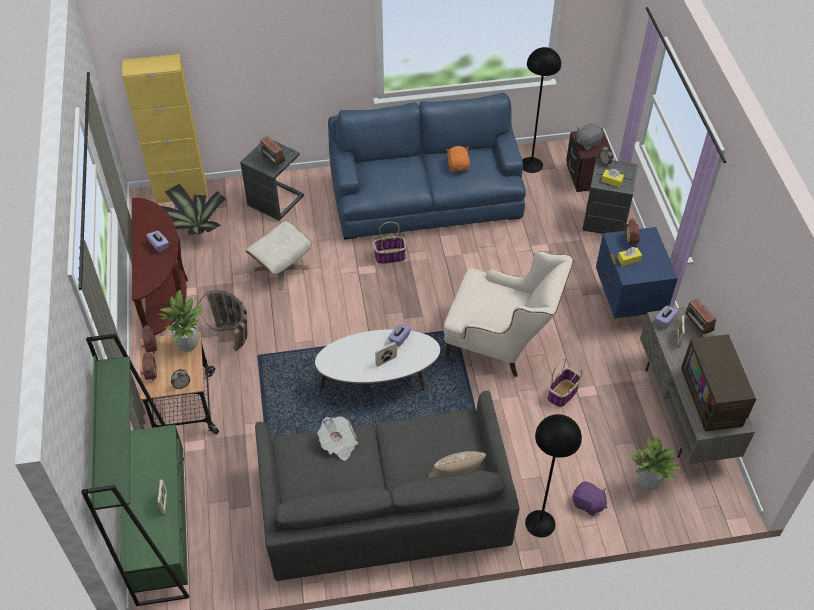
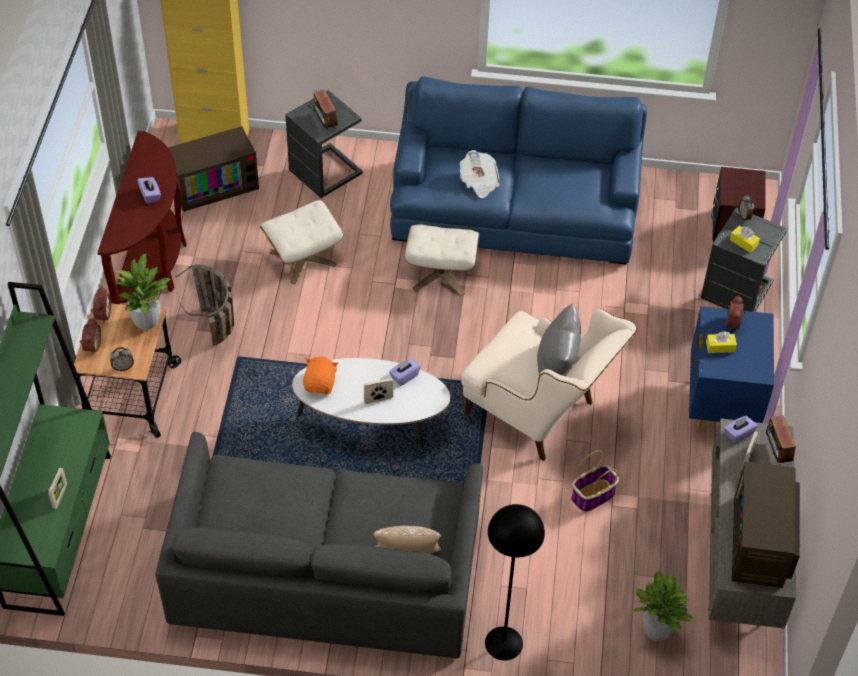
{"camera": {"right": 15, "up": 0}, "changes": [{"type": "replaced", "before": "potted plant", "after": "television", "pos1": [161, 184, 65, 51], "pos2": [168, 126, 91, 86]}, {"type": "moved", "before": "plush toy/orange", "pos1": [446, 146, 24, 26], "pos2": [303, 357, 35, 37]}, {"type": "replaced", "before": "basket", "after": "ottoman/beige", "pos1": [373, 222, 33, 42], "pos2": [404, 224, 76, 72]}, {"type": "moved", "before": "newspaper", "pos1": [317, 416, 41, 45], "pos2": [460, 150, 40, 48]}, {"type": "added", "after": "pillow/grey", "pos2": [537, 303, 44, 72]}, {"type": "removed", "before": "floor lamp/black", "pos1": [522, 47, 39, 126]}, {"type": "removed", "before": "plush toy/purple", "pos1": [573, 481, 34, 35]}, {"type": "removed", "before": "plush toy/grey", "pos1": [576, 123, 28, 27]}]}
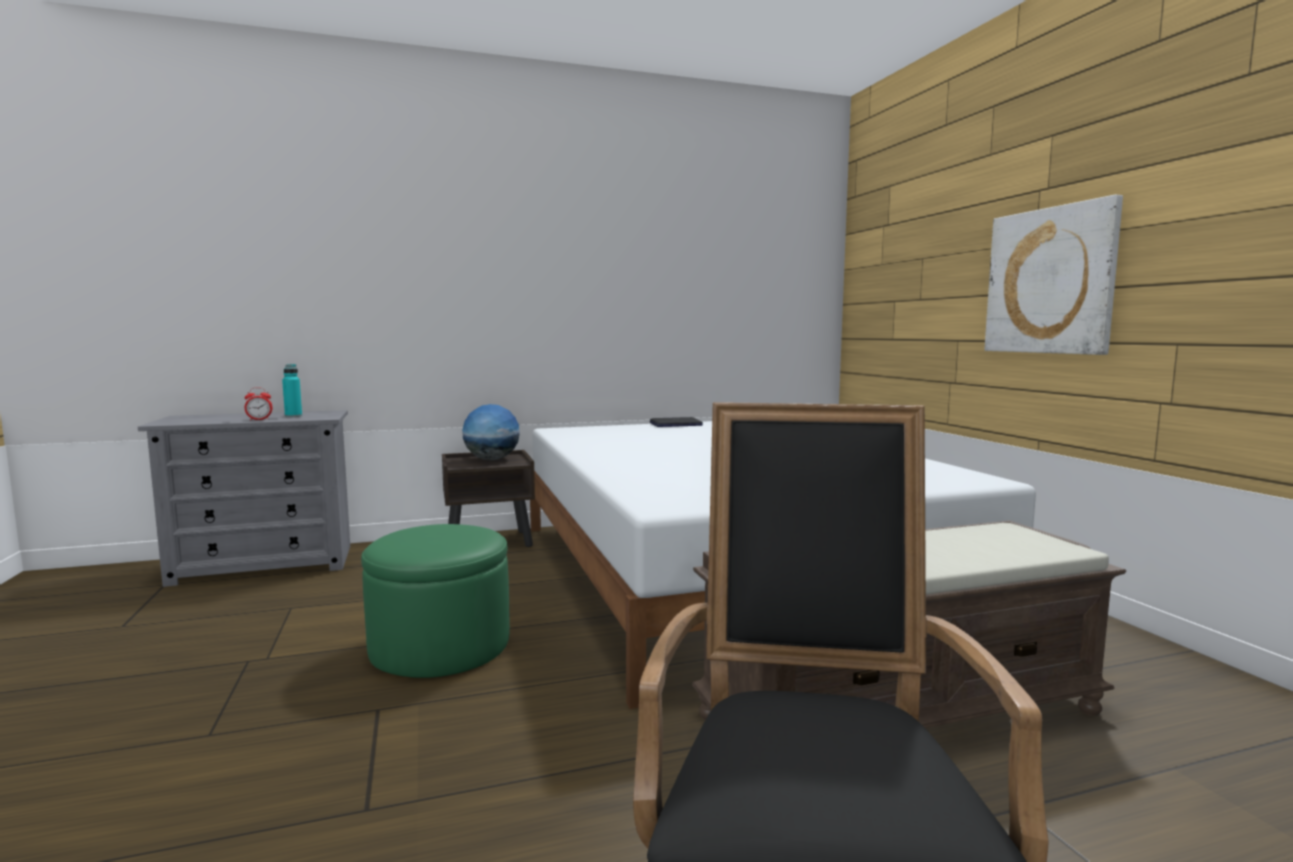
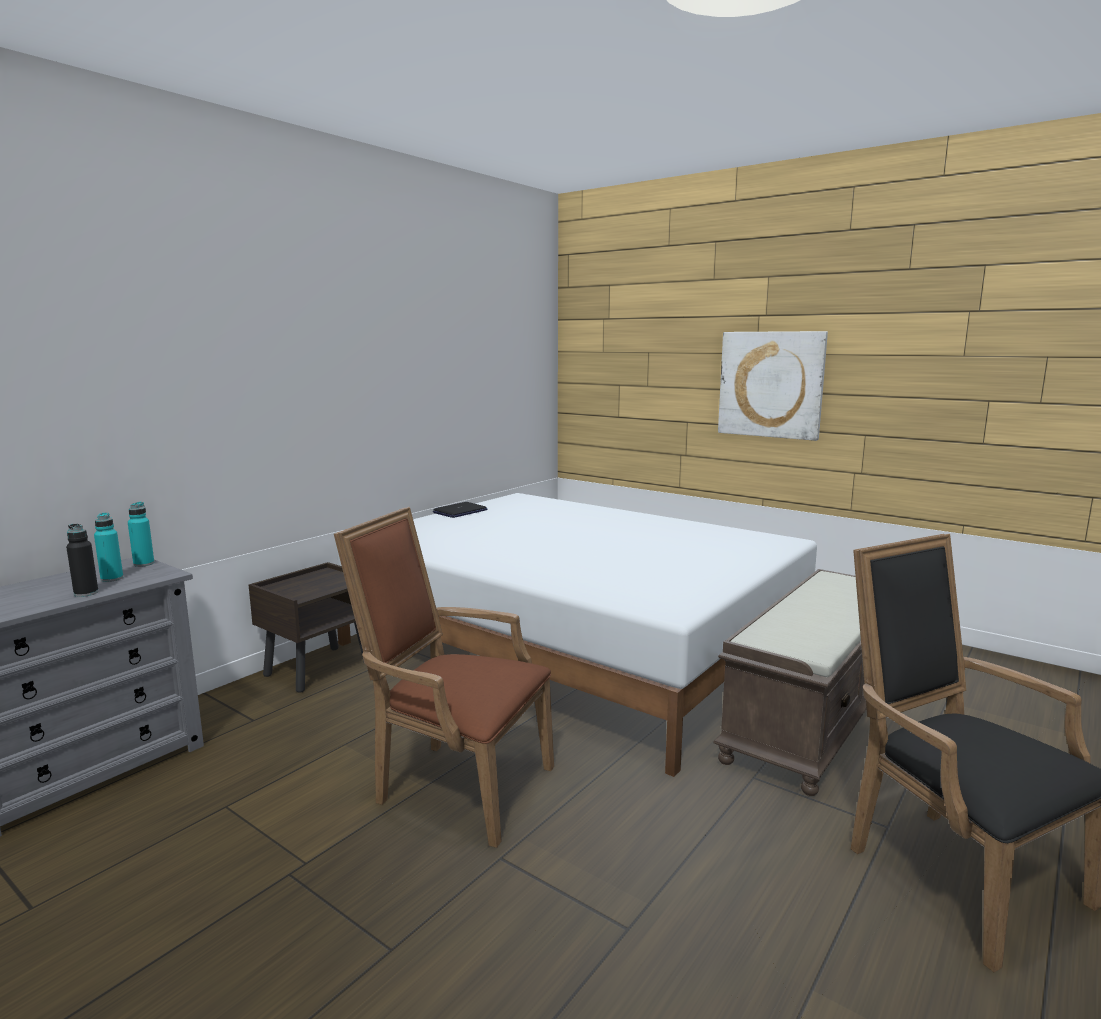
{"camera": {"right": -35, "up": 5}, "changes": [{"type": "replaced", "before": "alarm clock", "after": "bottle/black", "pos1": [245, 387, 27, 34], "pos2": [66, 524, 32, 73]}, {"type": "added", "after": "bottle/turquoise", "pos2": [128, 502, 26, 65]}, {"type": "replaced", "before": "ottoman/green", "after": "armchair/brown", "pos1": [361, 524, 149, 154], "pos2": [334, 507, 220, 341]}, {"type": "removed", "before": "globe", "pos1": [462, 404, 58, 56]}]}
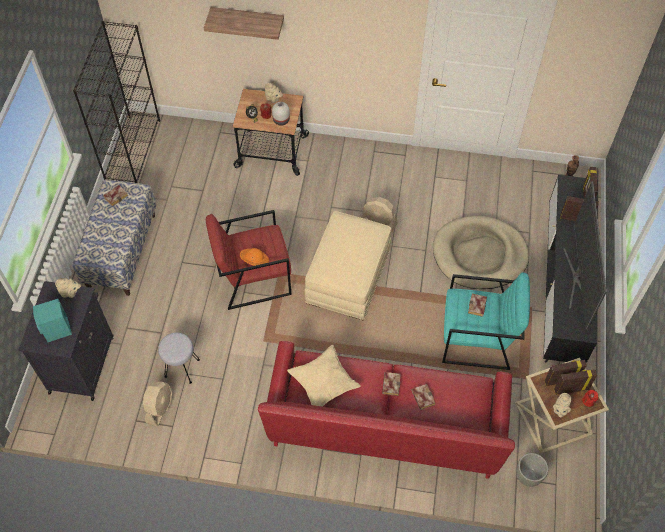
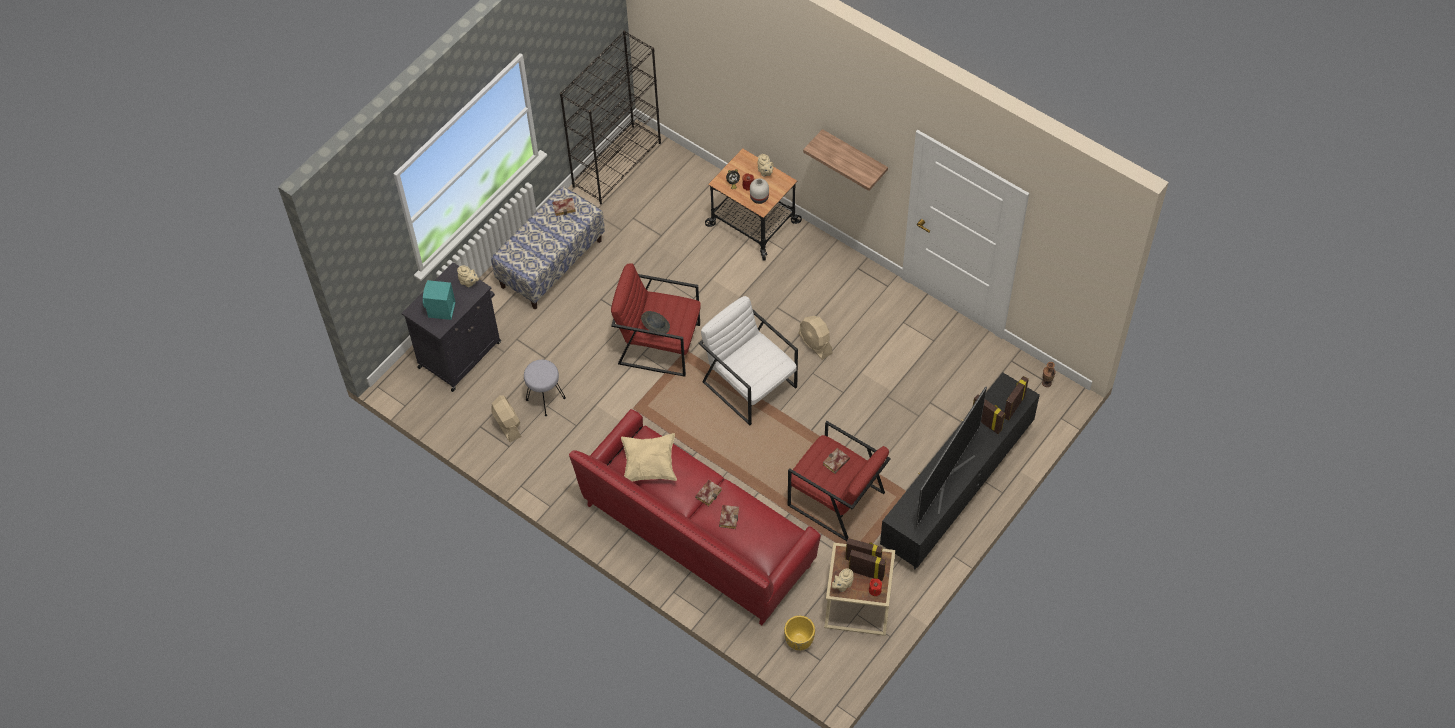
{"camera": {"right": 30, "up": 0}, "changes": [{"type": "turned", "before": "fan/beige", "pos1": [143, 382, 30, 45], "pos2": [492, 395, 29, 47], "turn": -75}, {"type": "recoloured", "before": "hat/orange", "after": "hat/grey", "pos1": [240, 248, 29, 18], "pos2": [641, 311, 29, 23]}, {"type": "replaced", "before": "ottoman/beige", "after": "armchair/white", "pos1": [304, 211, 87, 109], "pos2": [699, 296, 99, 129]}, {"type": "recoloured", "before": "planter/grey", "after": "planter/yellow", "pos1": [516, 453, 32, 34], "pos2": [784, 615, 31, 36]}, {"type": "recoloured", "before": "armchair/turquoise", "after": "armchair/red", "pos1": [442, 272, 88, 98], "pos2": [788, 421, 103, 120]}, {"type": "moved", "before": "shelf", "pos1": [204, 7, 80, 33], "pos2": [803, 129, 85, 62]}, {"type": "removed", "before": "dog bed/beige", "pos1": [433, 216, 96, 73]}]}
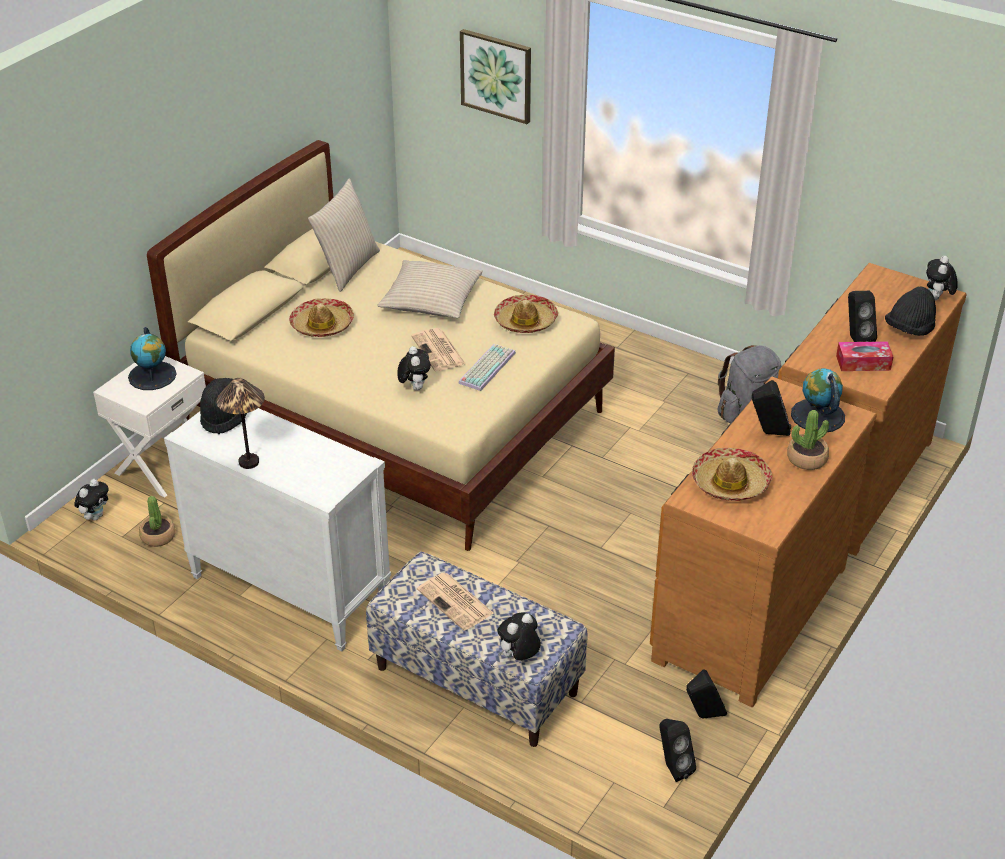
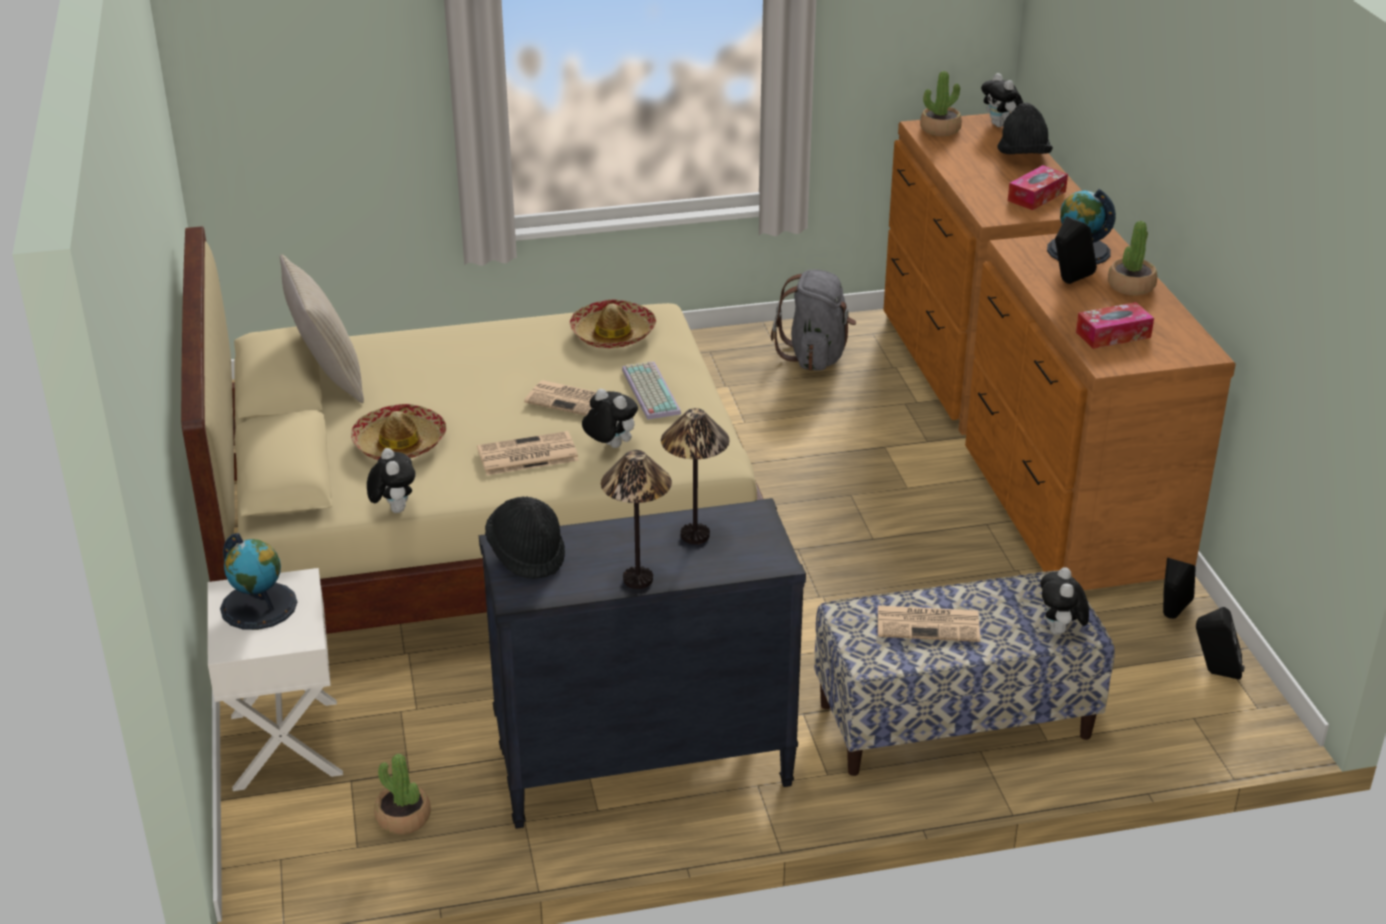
{"camera": {"right": -45, "up": -5}, "changes": [{"type": "moved", "before": "plush toy", "pos1": [74, 479, 35, 41], "pos2": [367, 448, 48, 65]}, {"type": "added", "after": "newspaper", "pos2": [477, 431, 102, 44]}, {"type": "recoloured", "before": "dresser/white", "after": "dresser/black", "pos1": [164, 408, 227, 244], "pos2": [479, 498, 327, 331]}, {"type": "added", "after": "table lamp", "pos2": [661, 408, 69, 136]}, {"type": "added", "after": "potted plant", "pos2": [920, 71, 42, 65]}, {"type": "replaced", "before": "hat", "after": "tissue box", "pos1": [692, 448, 80, 53], "pos2": [1076, 302, 78, 47]}, {"type": "removed", "before": "pillow/beige", "pos1": [377, 260, 106, 58]}, {"type": "removed", "before": "picture", "pos1": [460, 29, 71, 95]}, {"type": "removed", "before": "speaker/black", "pos1": [848, 291, 29, 51]}]}
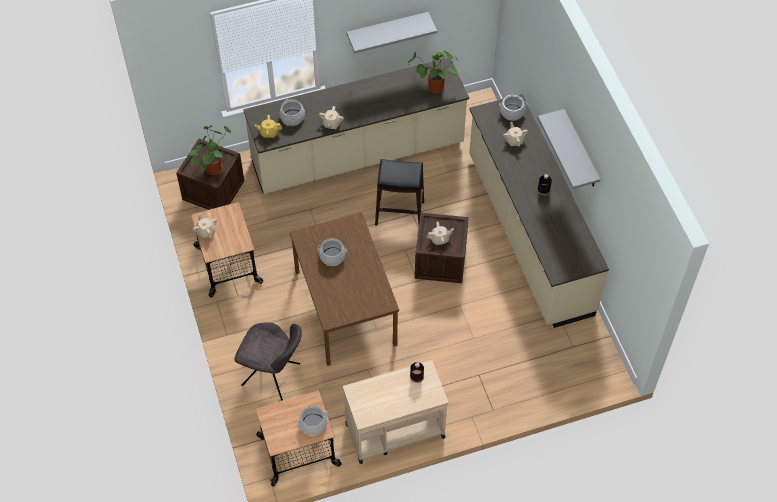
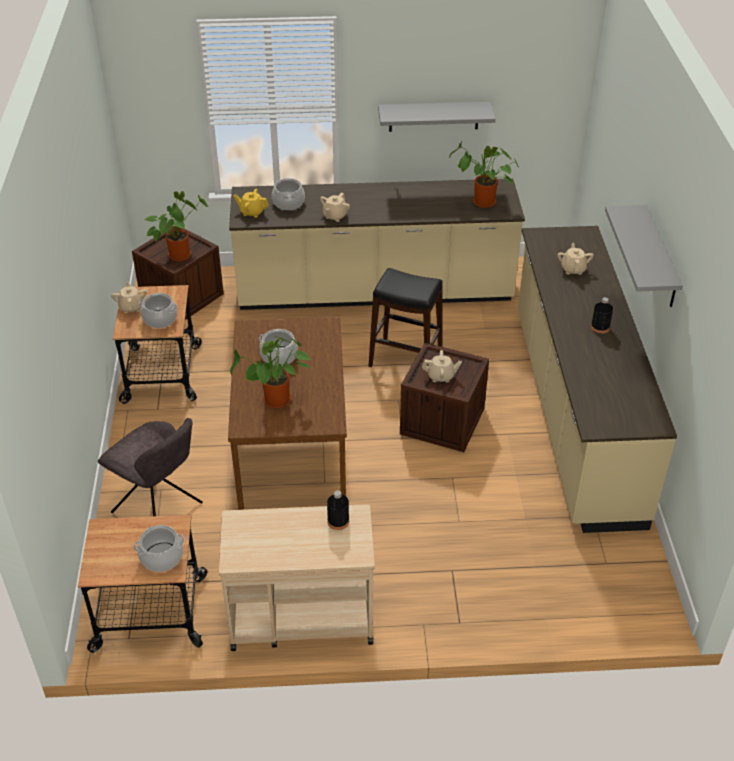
{"camera": {"right": 15, "up": -15}, "changes": [{"type": "moved", "before": "cooking pot", "pos1": [499, 95, 28, 26], "pos2": [139, 293, 39, 35]}, {"type": "added", "after": "potted plant", "pos2": [230, 336, 82, 72]}]}
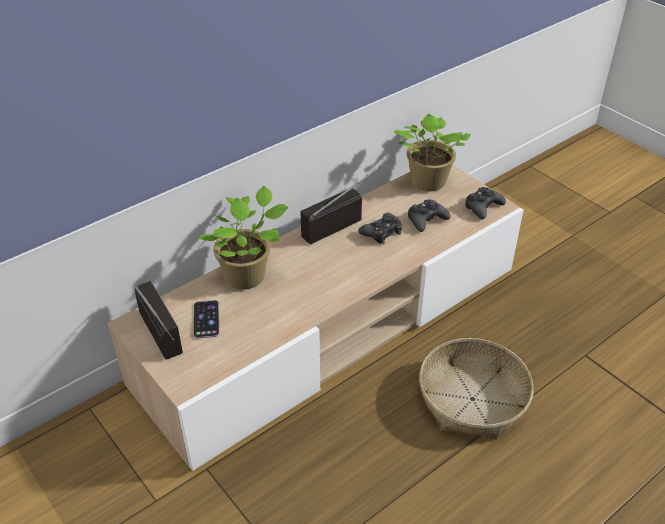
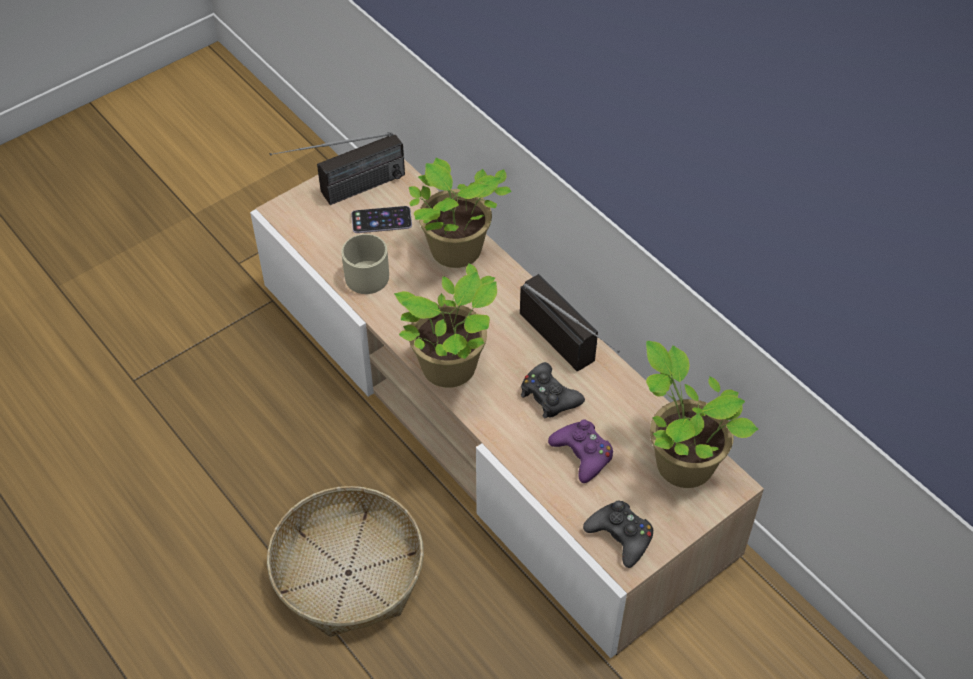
{"camera": {"right": 90, "up": 10}, "changes": [{"type": "added", "after": "mug/beige", "pos2": [341, 234, 48, 60]}, {"type": "added", "after": "potted plant", "pos2": [394, 263, 103, 125]}, {"type": "recoloured", "before": "game controller/black", "after": "game controller/purple", "pos1": [408, 199, 43, 33], "pos2": [548, 419, 65, 64]}]}
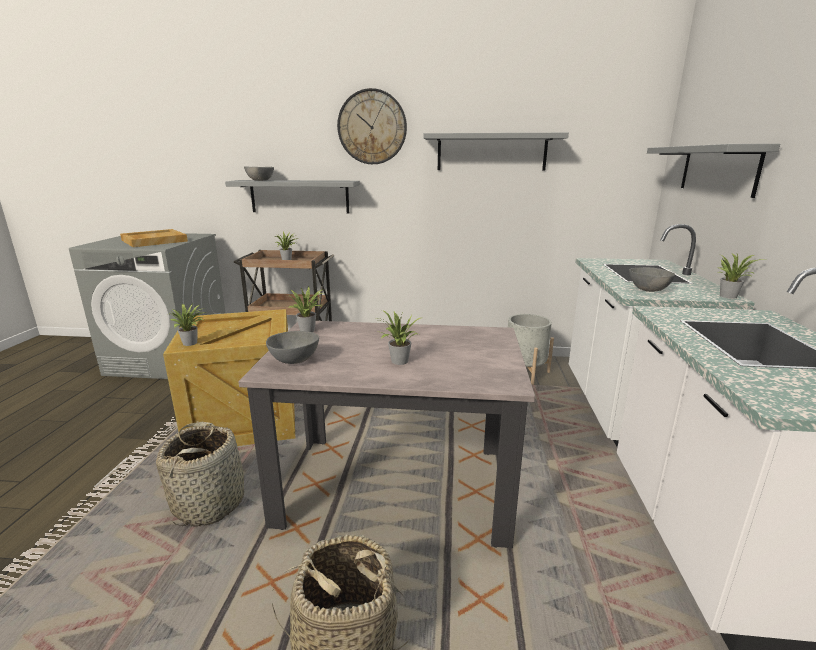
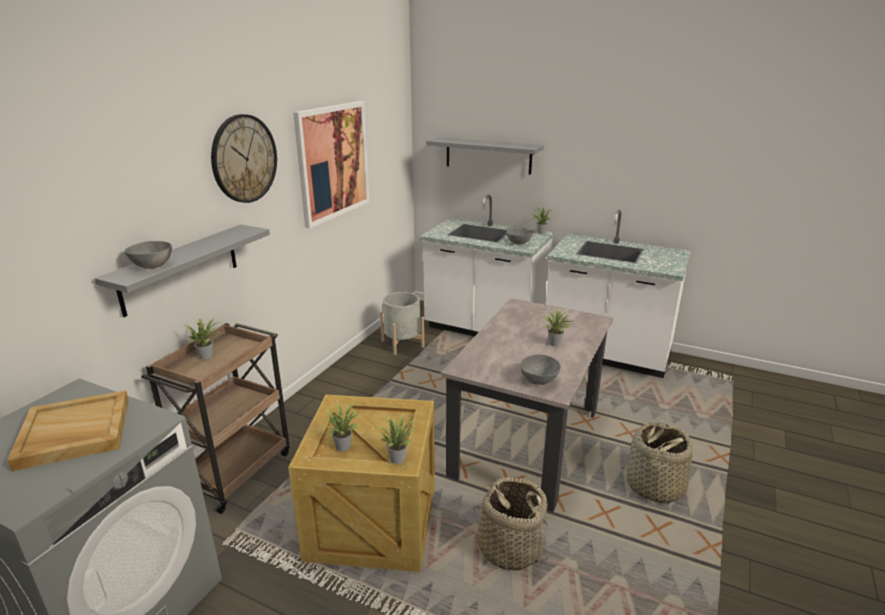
{"camera": {"right": -70, "up": 5}, "changes": [{"type": "replaced", "before": "shelf/grey", "after": "picture", "pos1": [423, 133, 146, 38], "pos2": [293, 101, 76, 127]}, {"type": "moved", "before": "potted plant", "pos1": [288, 286, 34, 46], "pos2": [324, 402, 39, 49]}]}
